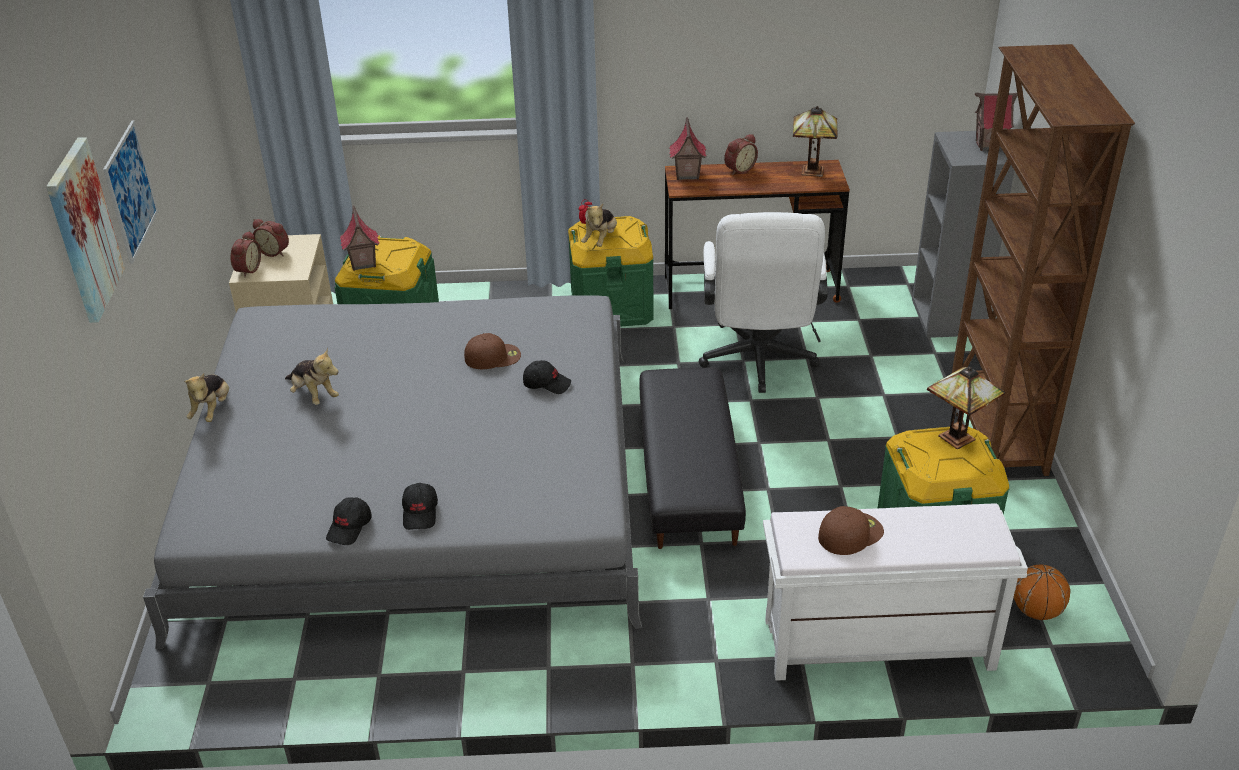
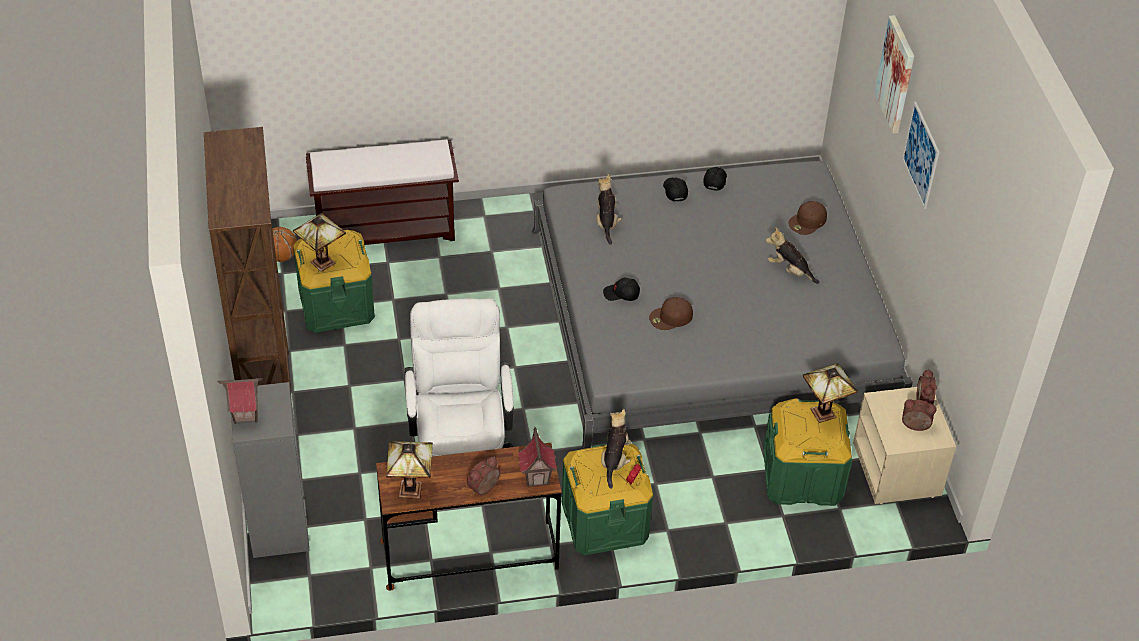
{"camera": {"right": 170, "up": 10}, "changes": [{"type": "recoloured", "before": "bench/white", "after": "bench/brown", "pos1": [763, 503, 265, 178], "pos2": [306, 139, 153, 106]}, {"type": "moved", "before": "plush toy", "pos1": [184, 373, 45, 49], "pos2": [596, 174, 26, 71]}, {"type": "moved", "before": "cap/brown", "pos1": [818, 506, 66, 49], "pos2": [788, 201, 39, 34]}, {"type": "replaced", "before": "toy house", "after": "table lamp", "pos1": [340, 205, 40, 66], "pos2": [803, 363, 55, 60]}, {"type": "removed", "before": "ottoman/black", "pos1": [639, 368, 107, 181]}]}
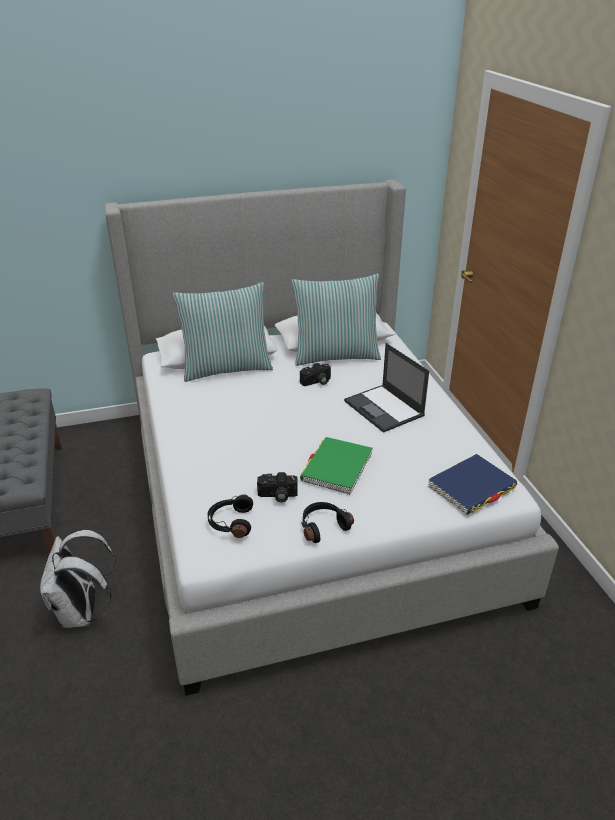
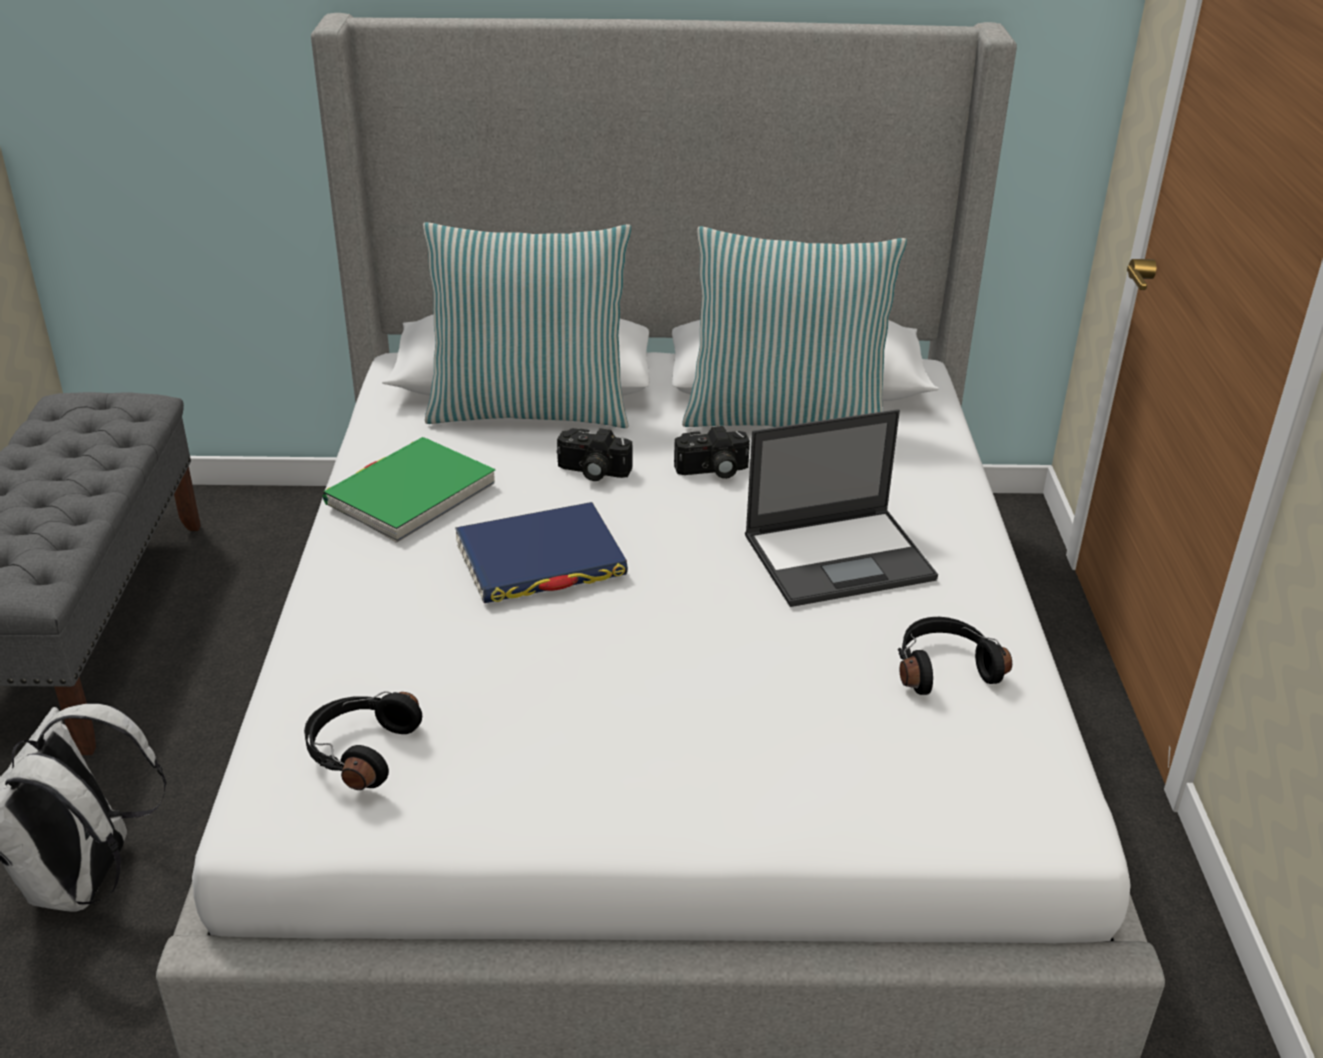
{"camera": {"right": 15, "up": 0}, "changes": [{"type": "moved", "before": "book/green", "pos1": [300, 437, 73, 58], "pos2": [322, 437, 173, 106]}, {"type": "moved", "before": "book/blue", "pos1": [428, 454, 89, 61], "pos2": [455, 502, 173, 101]}, {"type": "moved", "before": "photo camera", "pos1": [257, 472, 41, 31], "pos2": [557, 428, 76, 53]}, {"type": "turned", "before": "laptop", "pos1": [344, 343, 85, 90], "pos2": [745, 409, 193, 198], "turn": -90}, {"type": "moved", "before": "headphones/black", "pos1": [301, 502, 53, 41], "pos2": [898, 617, 114, 78]}]}
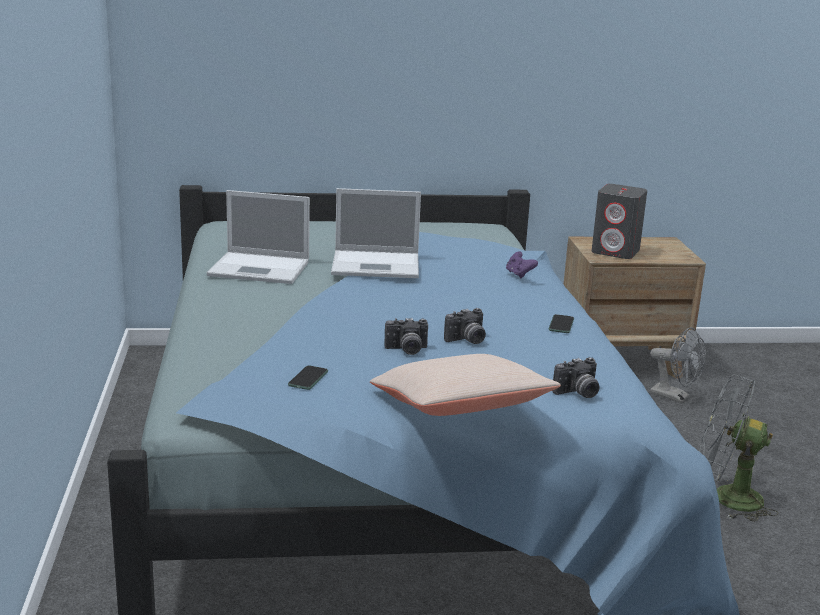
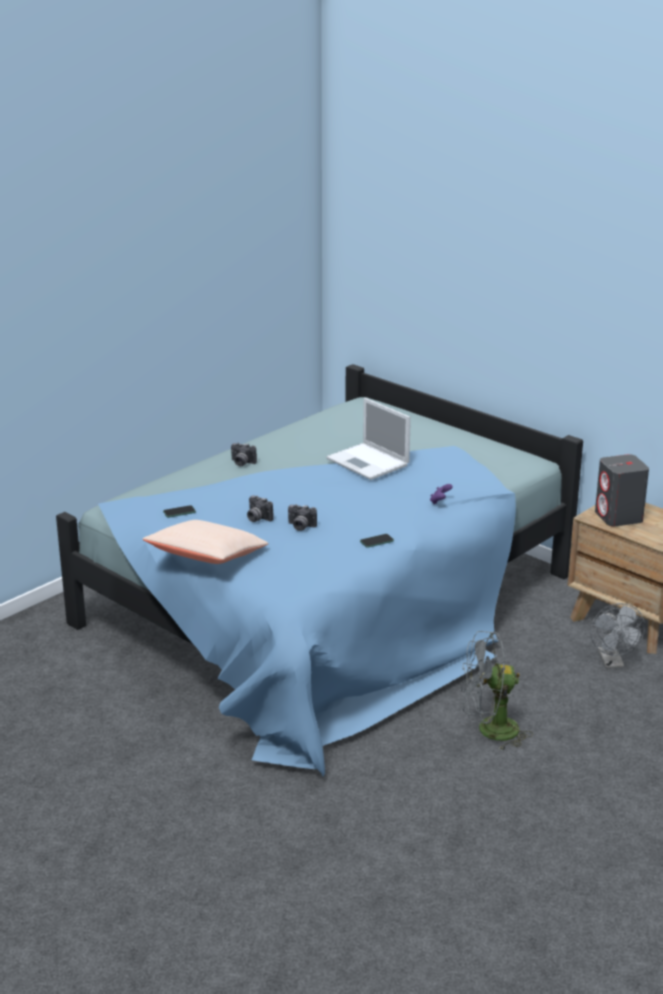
{"camera": {"right": 50, "up": 5}, "changes": [{"type": "moved", "before": "photo camera", "pos1": [552, 357, 48, 41], "pos2": [231, 442, 26, 24]}, {"type": "turned", "before": "fan/grey", "pos1": [699, 374, 79, 148], "pos2": [461, 631, 72, 120], "turn": -75}, {"type": "removed", "before": "laptop", "pos1": [207, 190, 103, 94]}]}
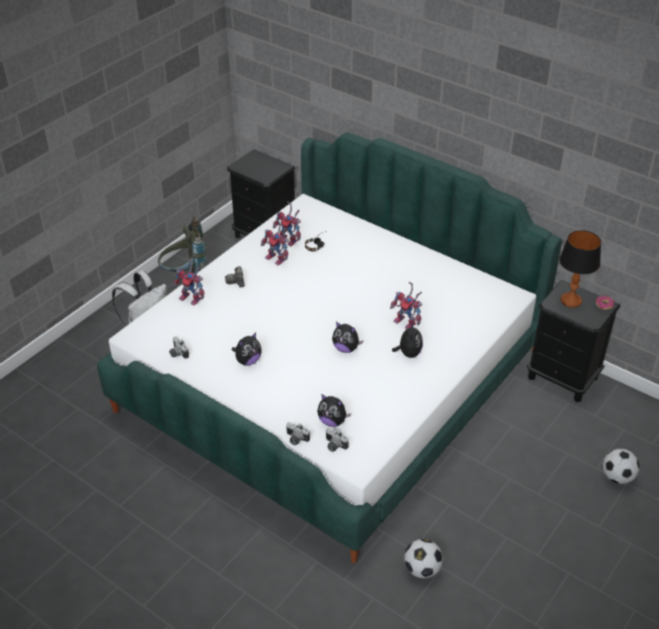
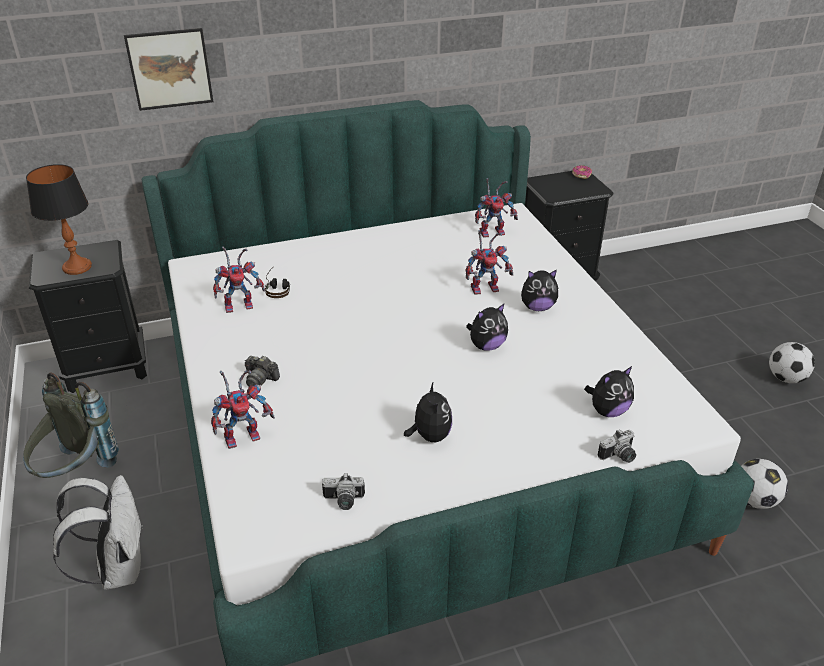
{"camera": {"right": -55, "up": -5}, "changes": [{"type": "moved", "before": "table lamp", "pos1": [559, 230, 42, 78], "pos2": [26, 164, 66, 111]}, {"type": "added", "after": "picture", "pos2": [124, 28, 89, 83]}, {"type": "moved", "before": "toy robot", "pos1": [261, 220, 28, 46], "pos2": [475, 178, 43, 60]}, {"type": "turned", "before": "plush toy", "pos1": [392, 322, 31, 36], "pos2": [521, 270, 37, 41], "turn": 135}, {"type": "moved", "before": "football", "pos1": [603, 449, 36, 35], "pos2": [769, 342, 46, 41]}, {"type": "removed", "before": "photo camera", "pos1": [326, 428, 22, 24]}]}
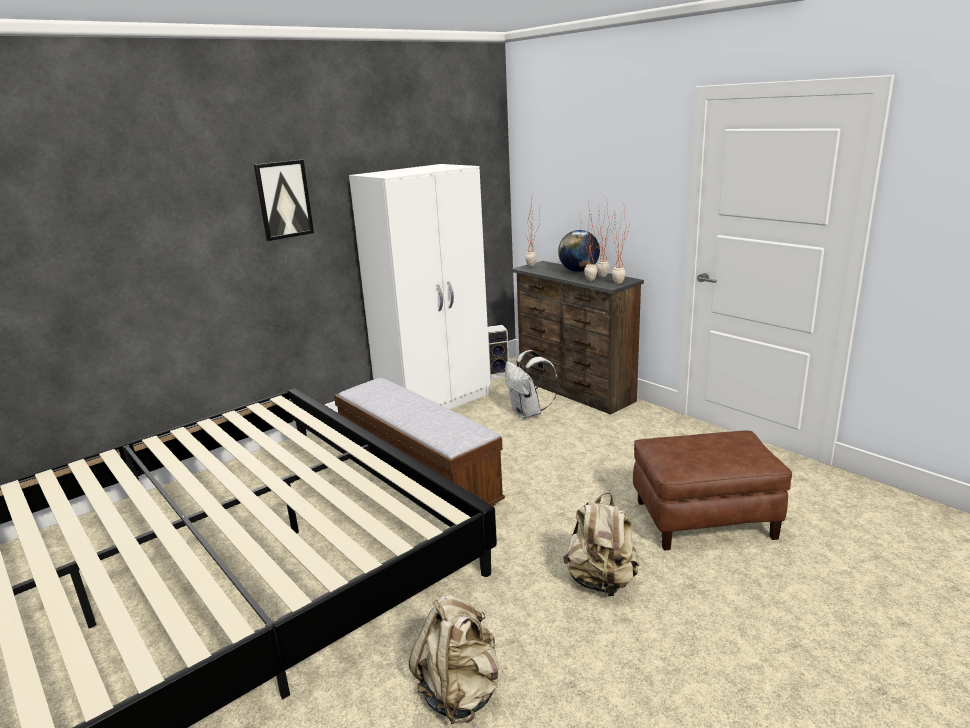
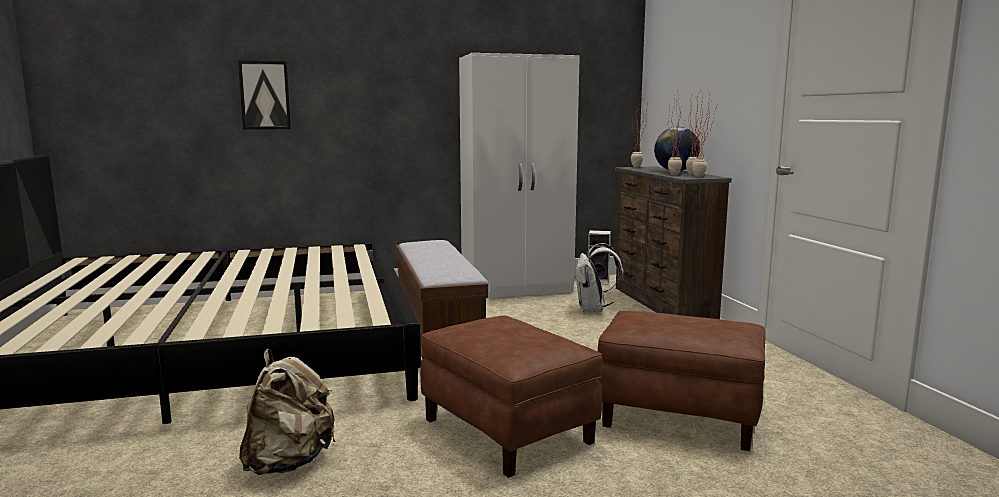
{"camera": {"right": 25, "up": -10}, "changes": [{"type": "moved", "before": "picture", "pos1": [254, 160, 60, 81], "pos2": [238, 60, 53, 70]}, {"type": "replaced", "before": "backpack/beige", "after": "ottoman/brown", "pos1": [563, 492, 76, 104], "pos2": [420, 315, 182, 163]}]}
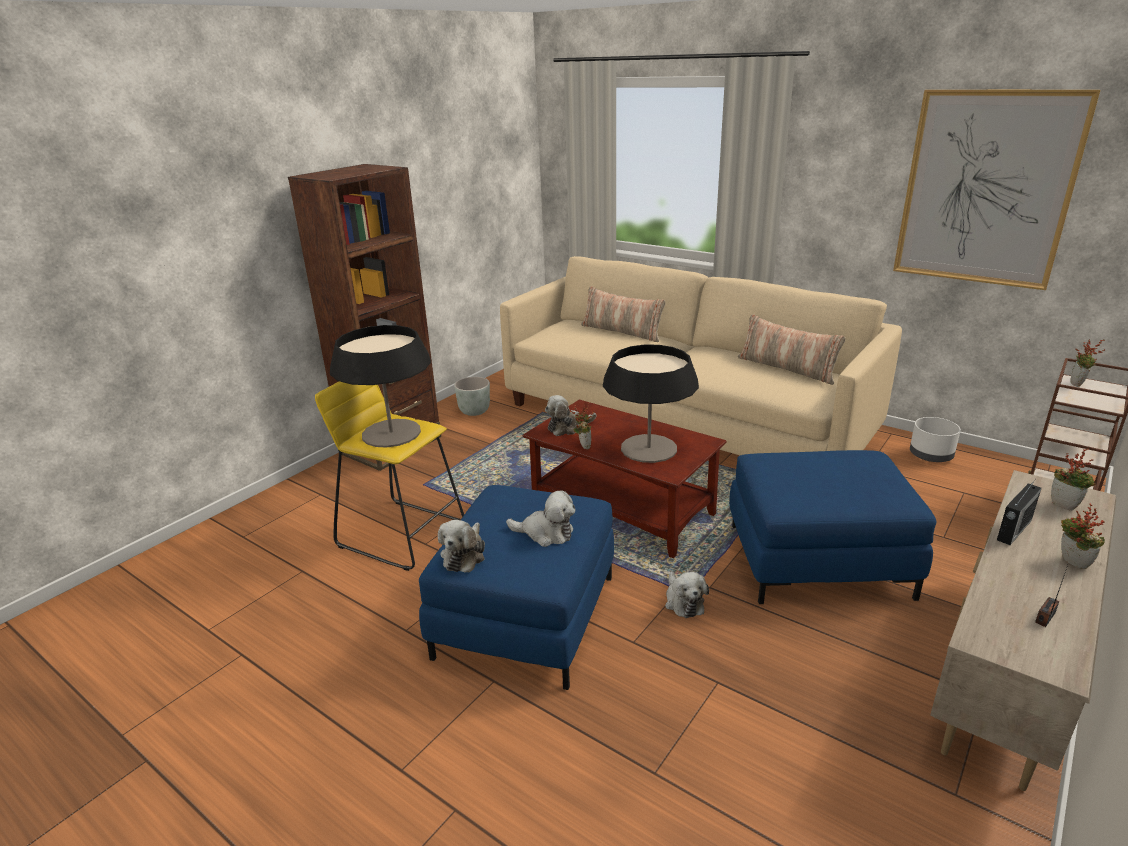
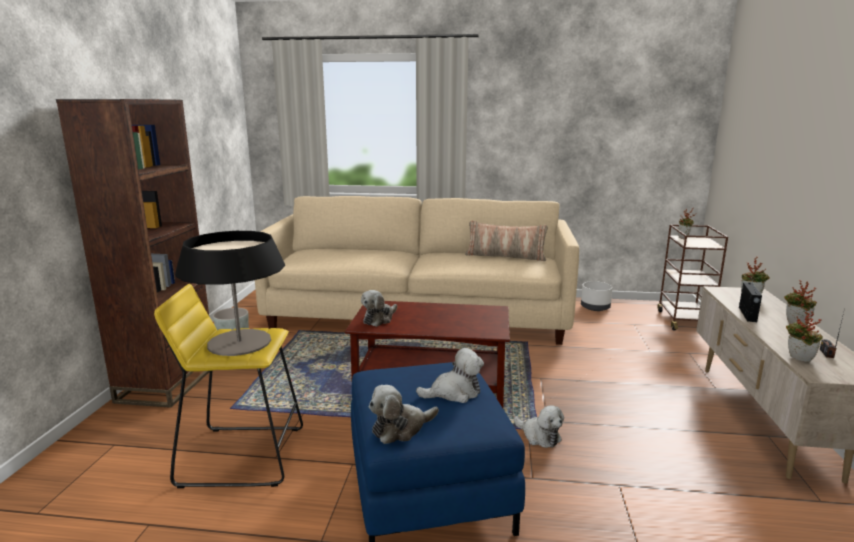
{"camera": {"right": -30, "up": -10}, "changes": [{"type": "turned", "before": "plush toy", "pos1": [438, 520, 47, 53], "pos2": [369, 385, 70, 59], "turn": 75}, {"type": "moved", "before": "potted plant", "pos1": [570, 403, 24, 47], "pos2": [786, 309, 37, 53]}, {"type": "removed", "before": "pillow", "pos1": [581, 286, 85, 56]}, {"type": "removed", "before": "table lamp", "pos1": [603, 345, 96, 118]}, {"type": "removed", "before": "ottoman/blue", "pos1": [729, 450, 208, 154]}, {"type": "removed", "before": "picture", "pos1": [893, 90, 207, 200]}]}
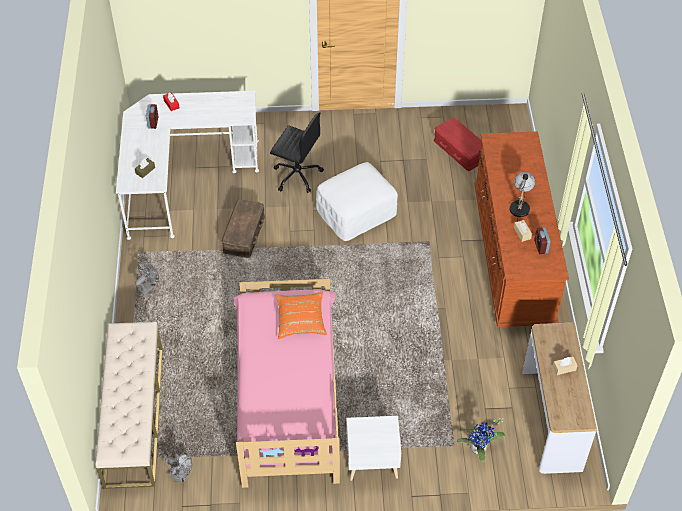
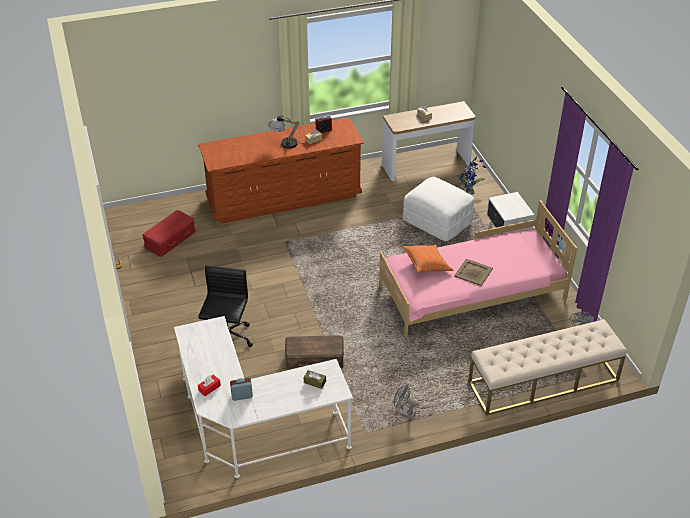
{"camera": {"right": -105, "up": -10}, "changes": [{"type": "moved", "before": "ottoman/white", "pos1": [316, 162, 82, 79], "pos2": [403, 177, 71, 64]}, {"type": "added", "after": "tray/beige", "pos2": [454, 259, 39, 27]}]}
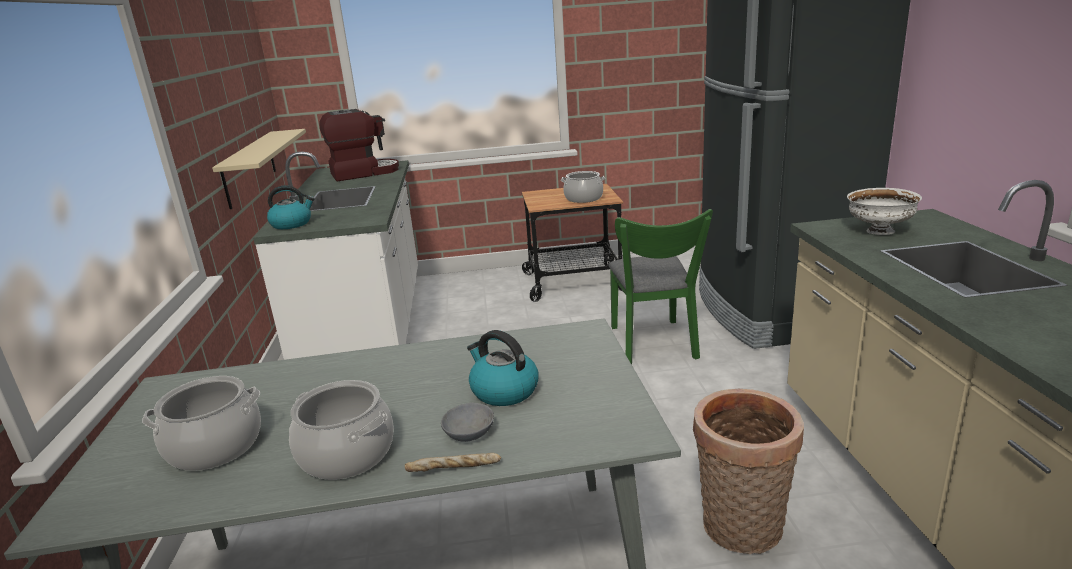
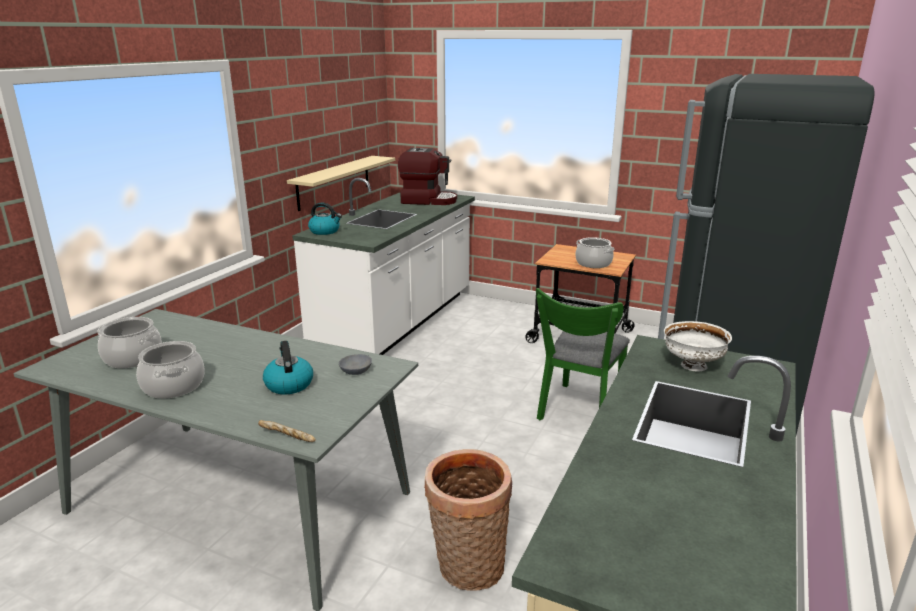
{"camera": {"right": 30, "up": 0}, "changes": [{"type": "moved", "before": "bread", "pos1": [405, 453, 96, 19], "pos2": [258, 420, 58, 22]}, {"type": "moved", "before": "bowl/grey", "pos1": [441, 403, 53, 39], "pos2": [339, 354, 33, 21]}]}
